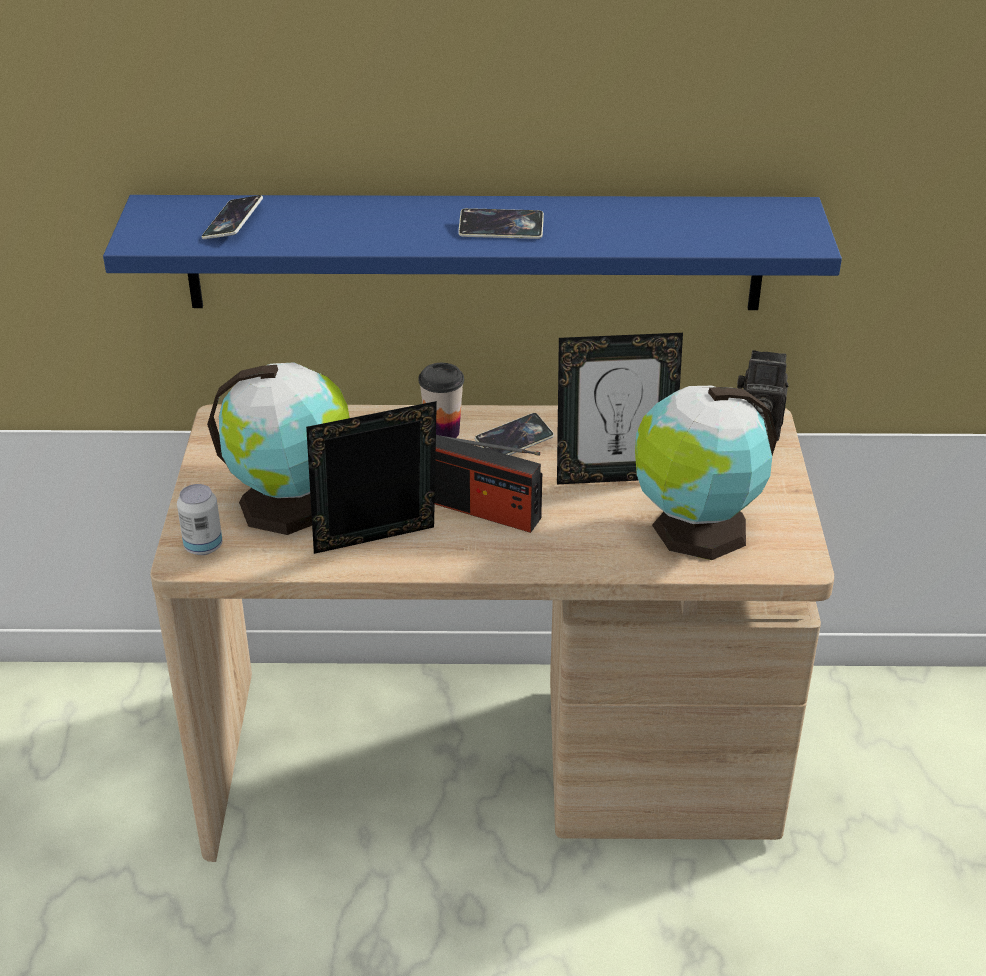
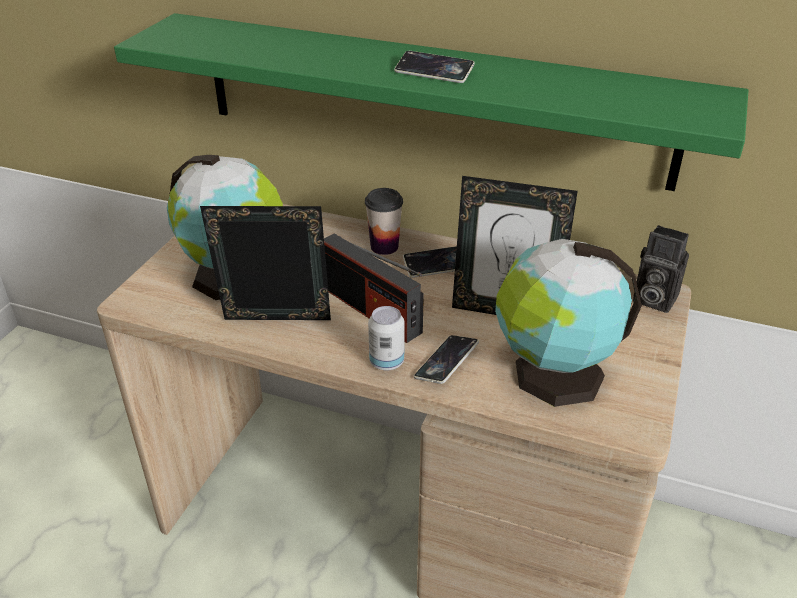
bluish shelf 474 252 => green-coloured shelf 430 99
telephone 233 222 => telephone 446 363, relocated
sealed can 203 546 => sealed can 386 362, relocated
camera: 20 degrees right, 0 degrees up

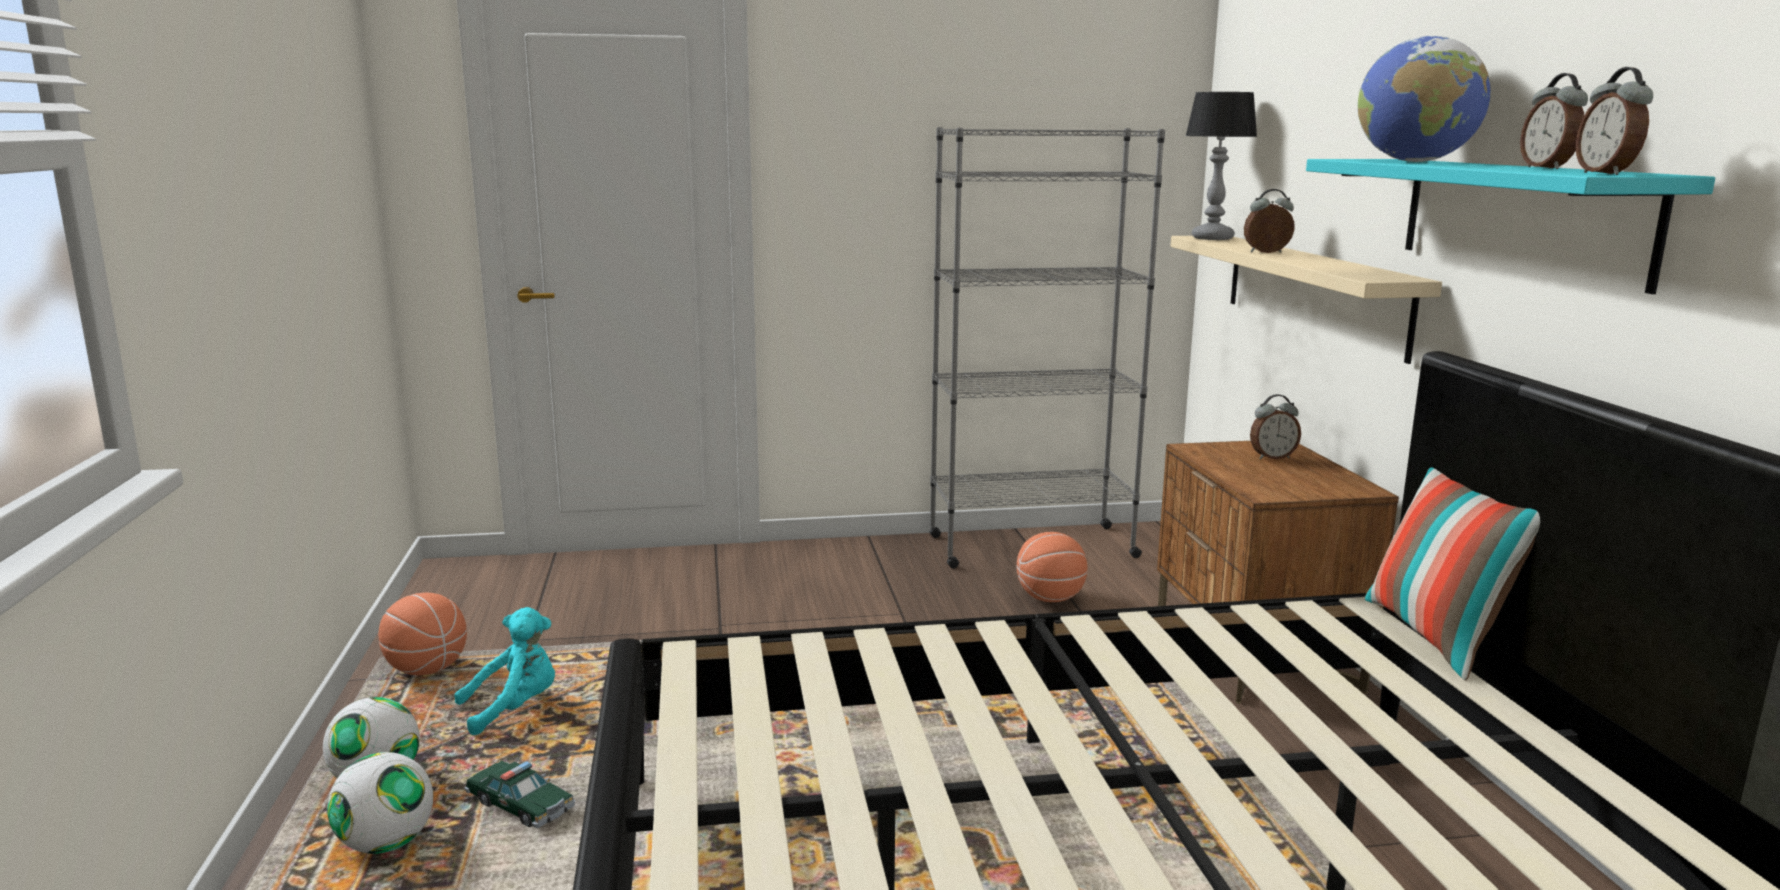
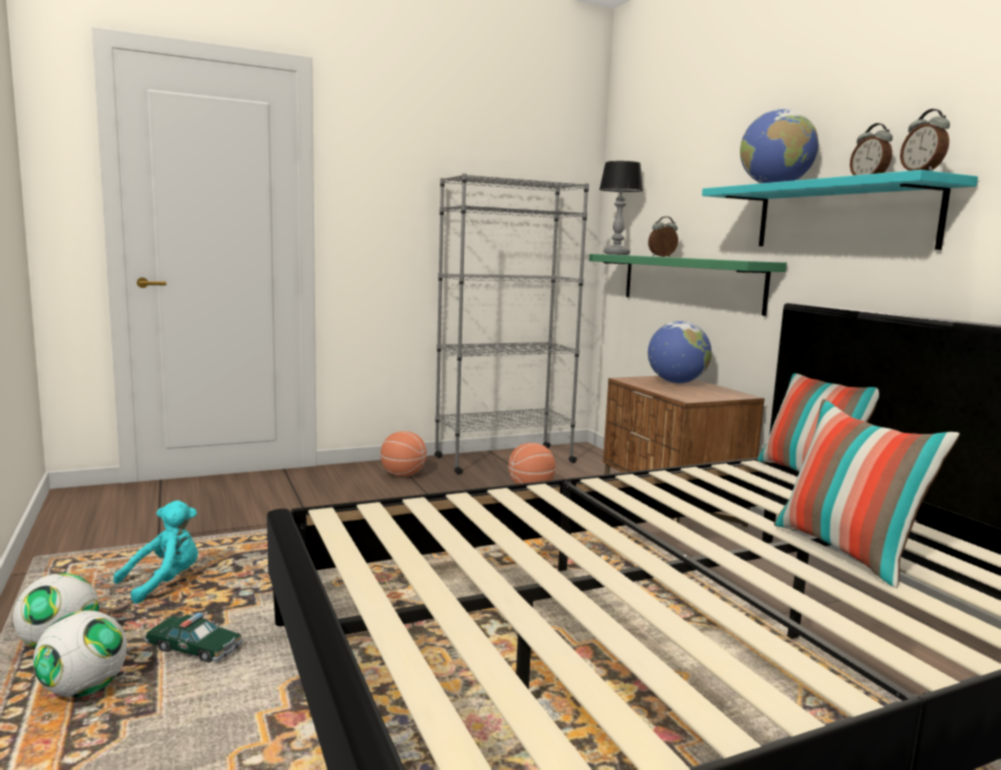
beige shelf 1313 292 => green-coloured shelf 689 281
bedside clock 1272 457 => world globe 676 382
basketball ball 426 669 => basketball ball 403 475, relocated
nothing => pillow 847 552
camera: 15 degrees left, 5 degrees down

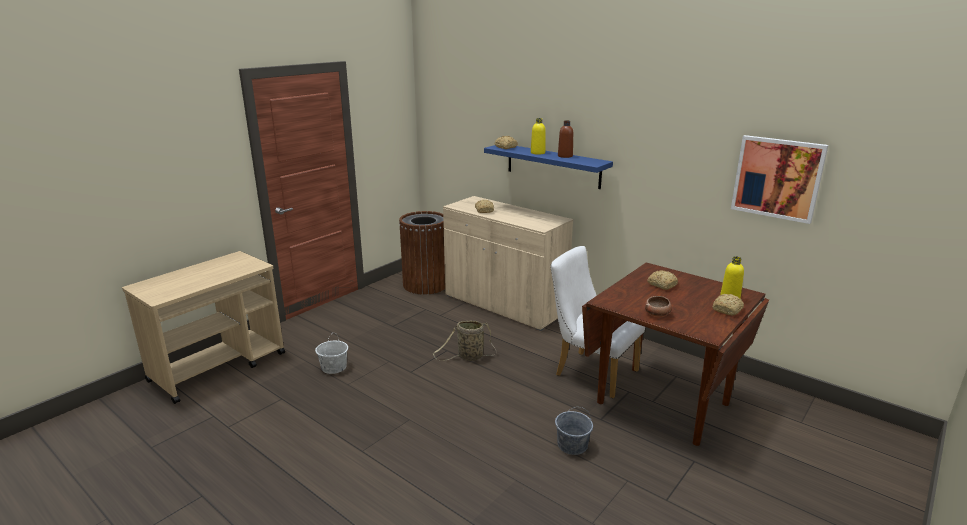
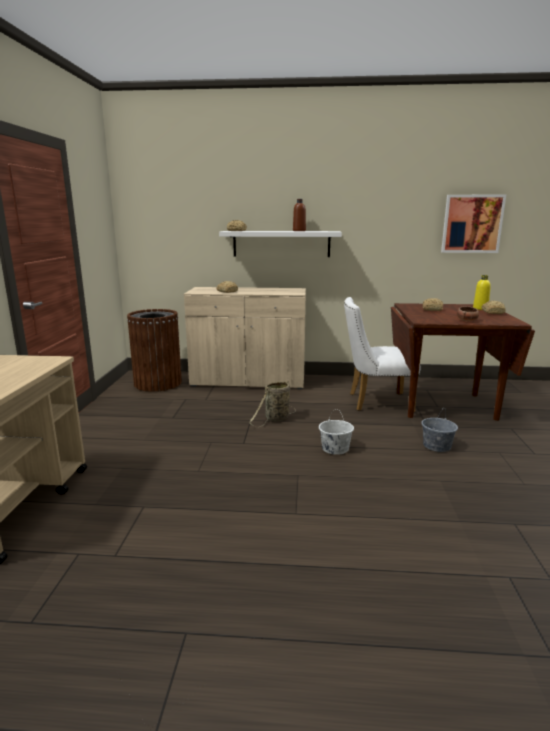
yellow-coloured bottle 537 153 => nothing
bluish shelf 553 165 => white shelf 281 244
white water bucket 334 367 => white water bucket 335 448, relocated
camera: 35 degrees left, 5 degrees down

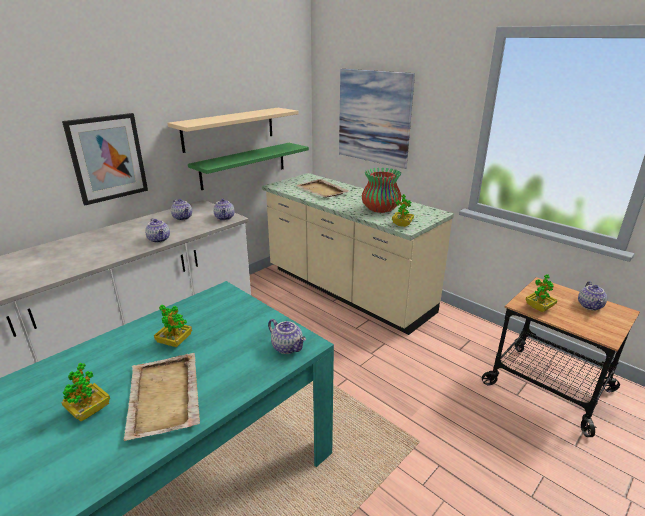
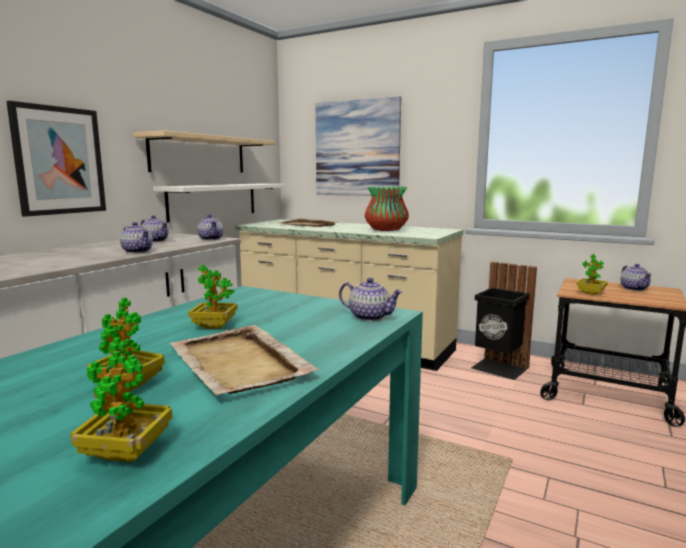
green-coloured shelf 243 165 => white shelf 213 201
potted plant 402 224 => potted plant 126 452, relocated
nothing => black-coloured rubbish bin 499 368
camera: 15 degrees left, 15 degrees down

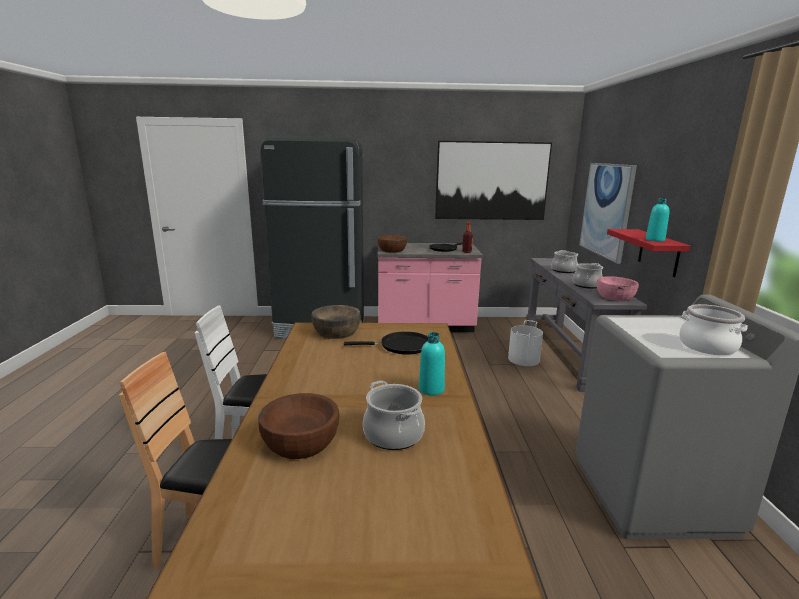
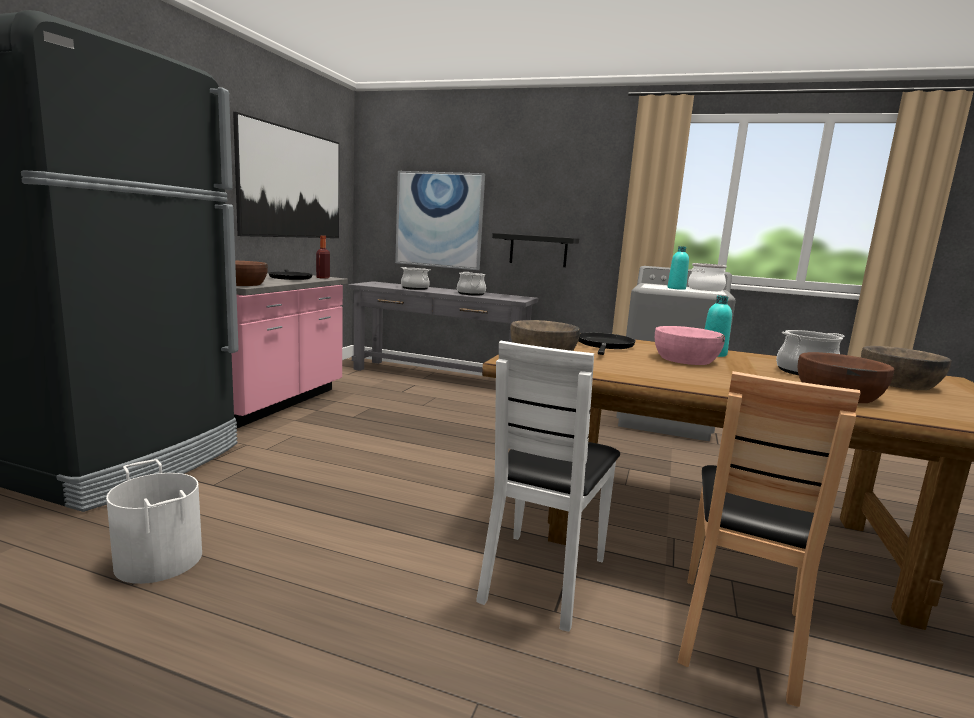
turquoise-coloured bottle 655 240 => turquoise-coloured bottle 676 288, relocated
red shelf 658 252 => black-coloured shelf 538 250
pinkish bowl 615 297 => pinkish bowl 685 359, relocated
white water bucket 524 359 => white water bucket 160 559, relocated
nothing => brownish bowl 898 383
camera: 70 degrees left, 5 degrees down

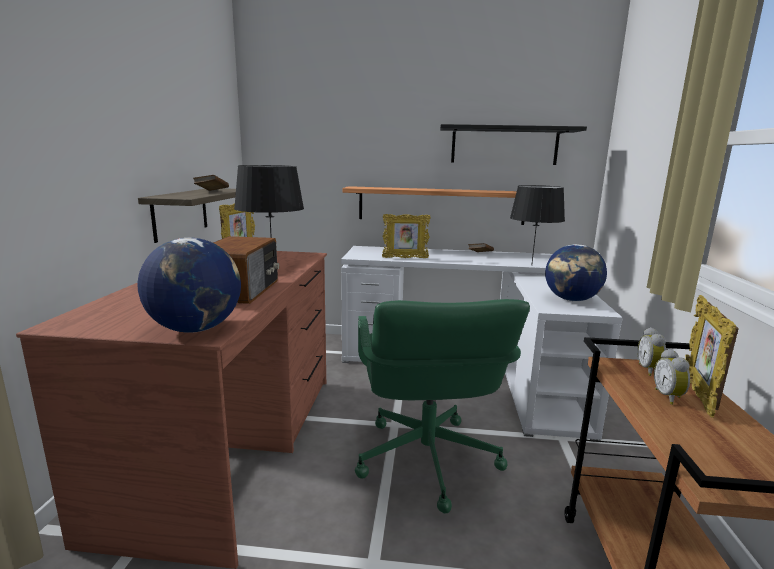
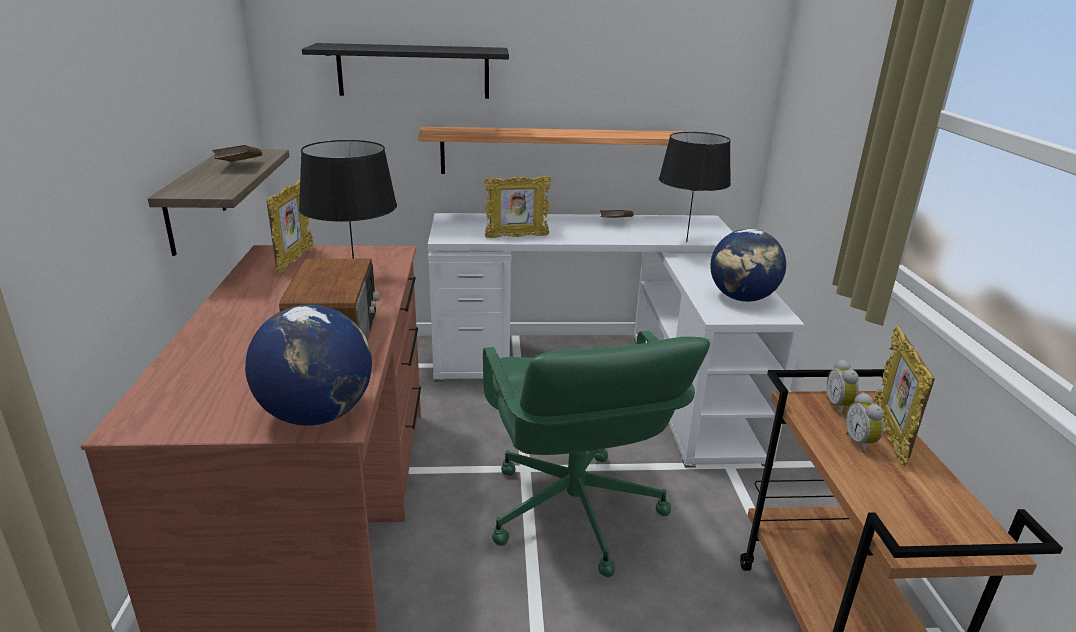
black-coloured shelf 504 146 => black-coloured shelf 413 71, relocated
camera: 10 degrees left, 10 degrees up

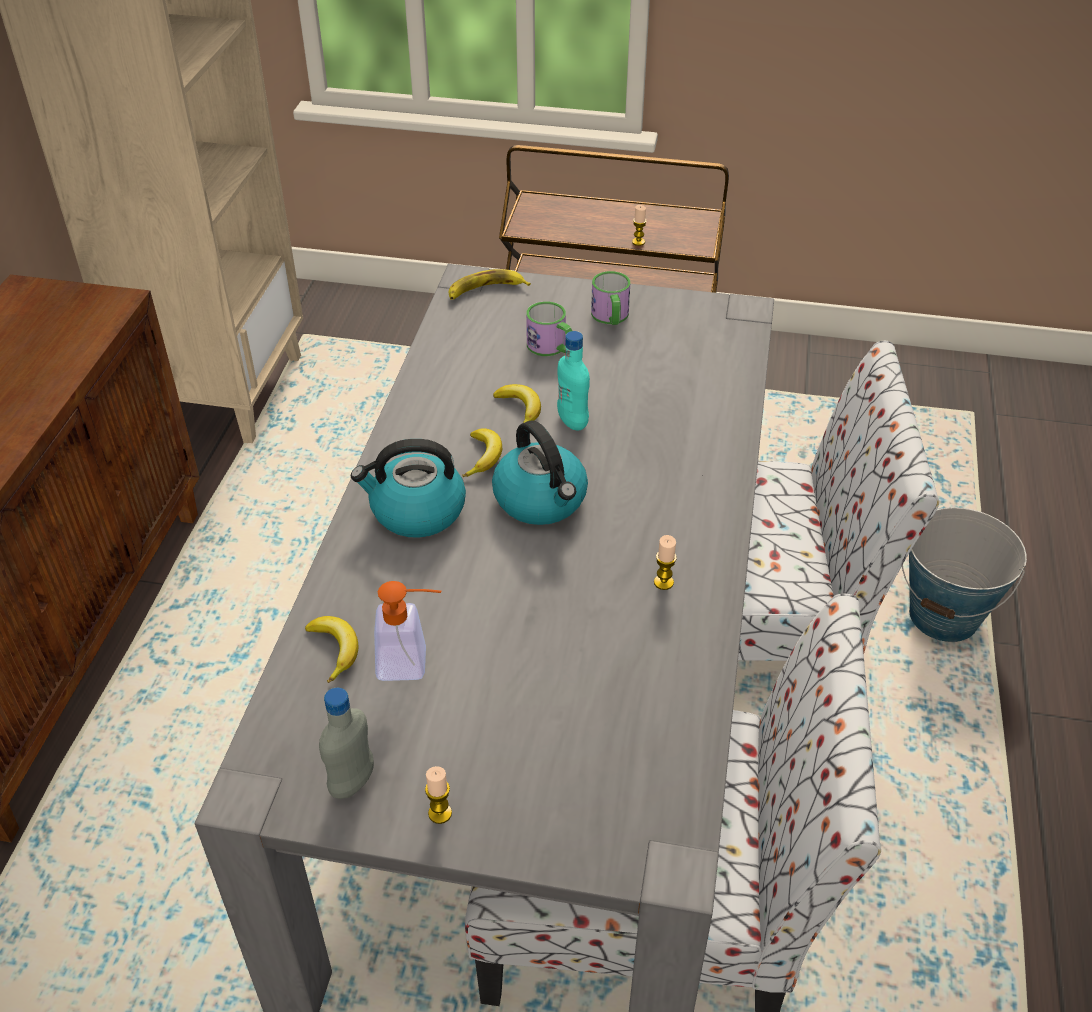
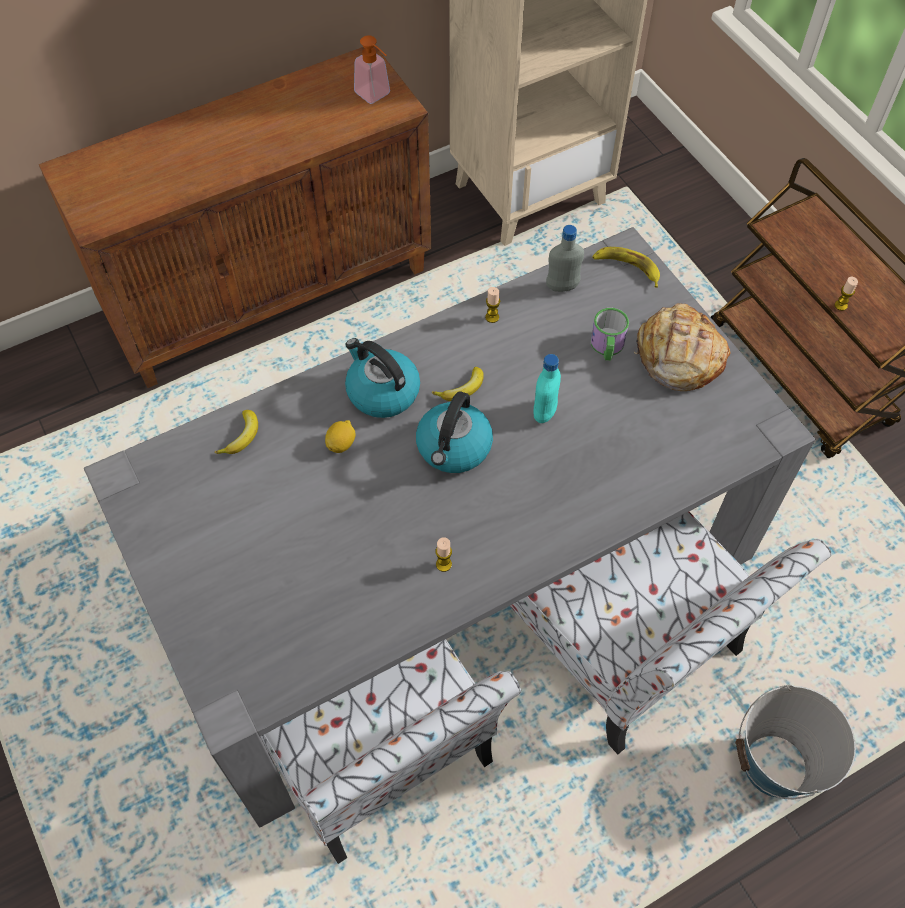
coffee mug 611 317 => baked bread 677 357
banana fruit 520 410 => nothing
soap dispenser 412 663 => soap dispenser 376 96, relocated
greyish bottle 352 782 => greyish bottle 562 287, relocated
candle 440 813 => candle 492 317, relocated
nothing => lemon 341 443
camera: 50 degrees right, 15 degrees up

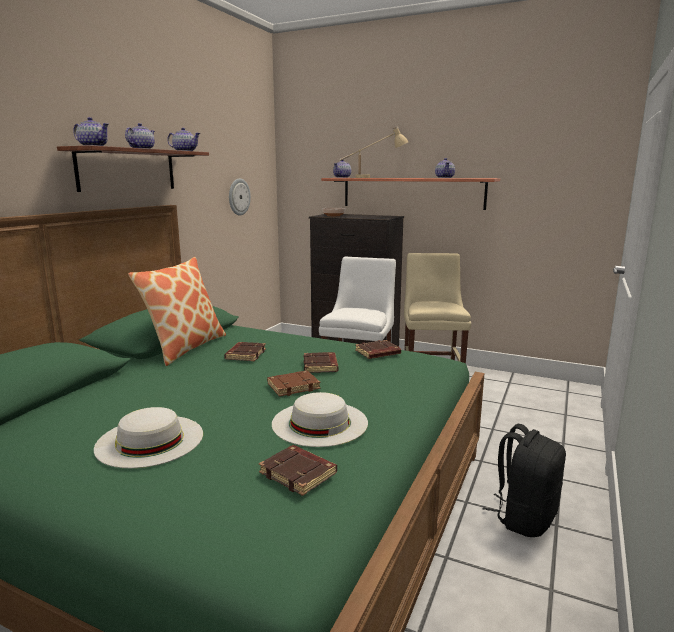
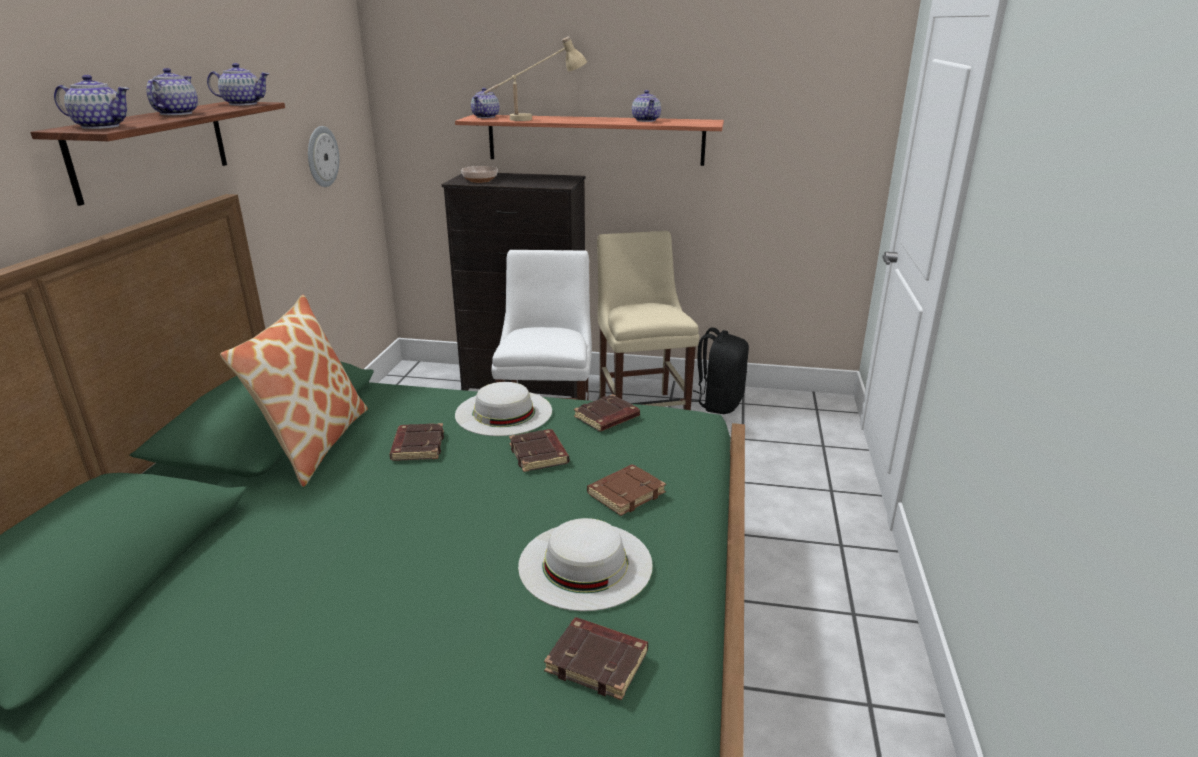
brownish volume 293 386 => brownish volume 626 493, relocated
white clothing hat 150 440 => white clothing hat 503 412, relocated
black-coloured knapsack 524 518 => black-coloured knapsack 719 403, relocated
camera: 15 degrees left, 10 degrees up

